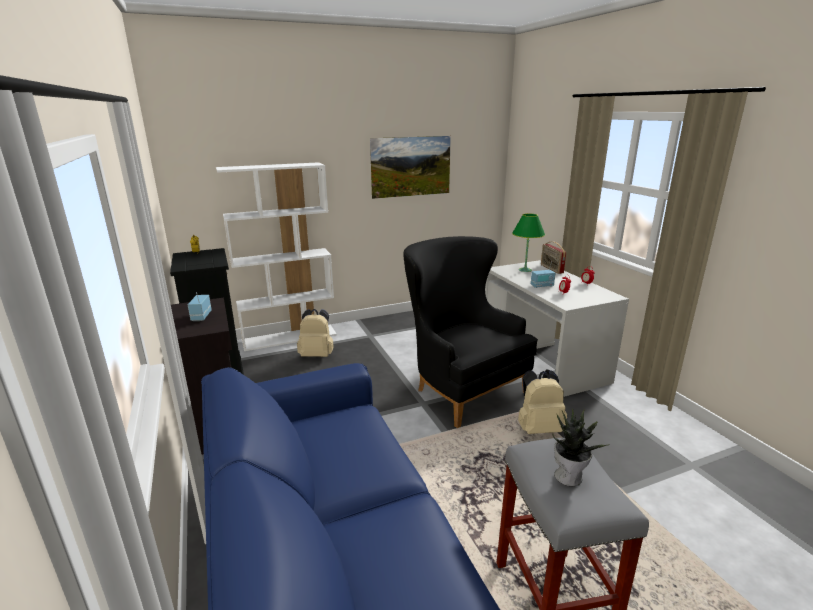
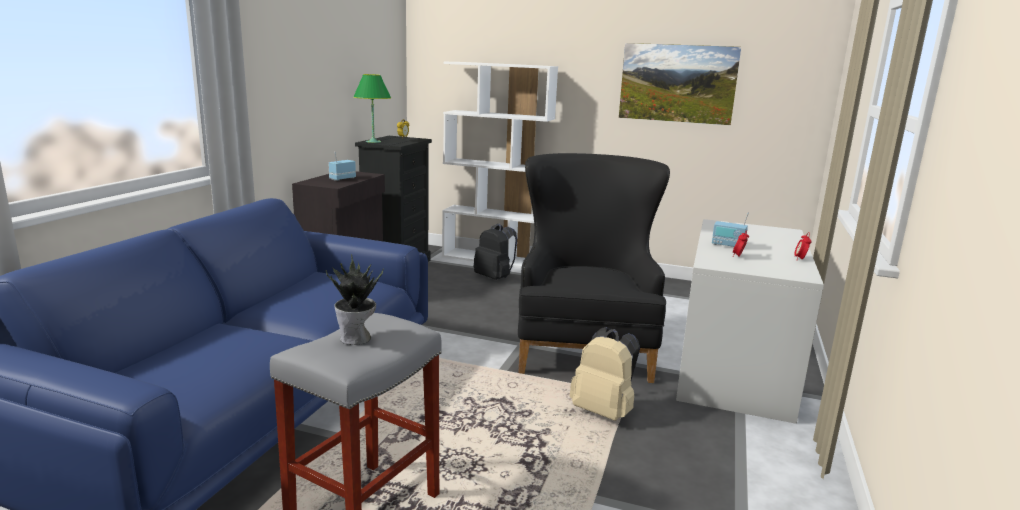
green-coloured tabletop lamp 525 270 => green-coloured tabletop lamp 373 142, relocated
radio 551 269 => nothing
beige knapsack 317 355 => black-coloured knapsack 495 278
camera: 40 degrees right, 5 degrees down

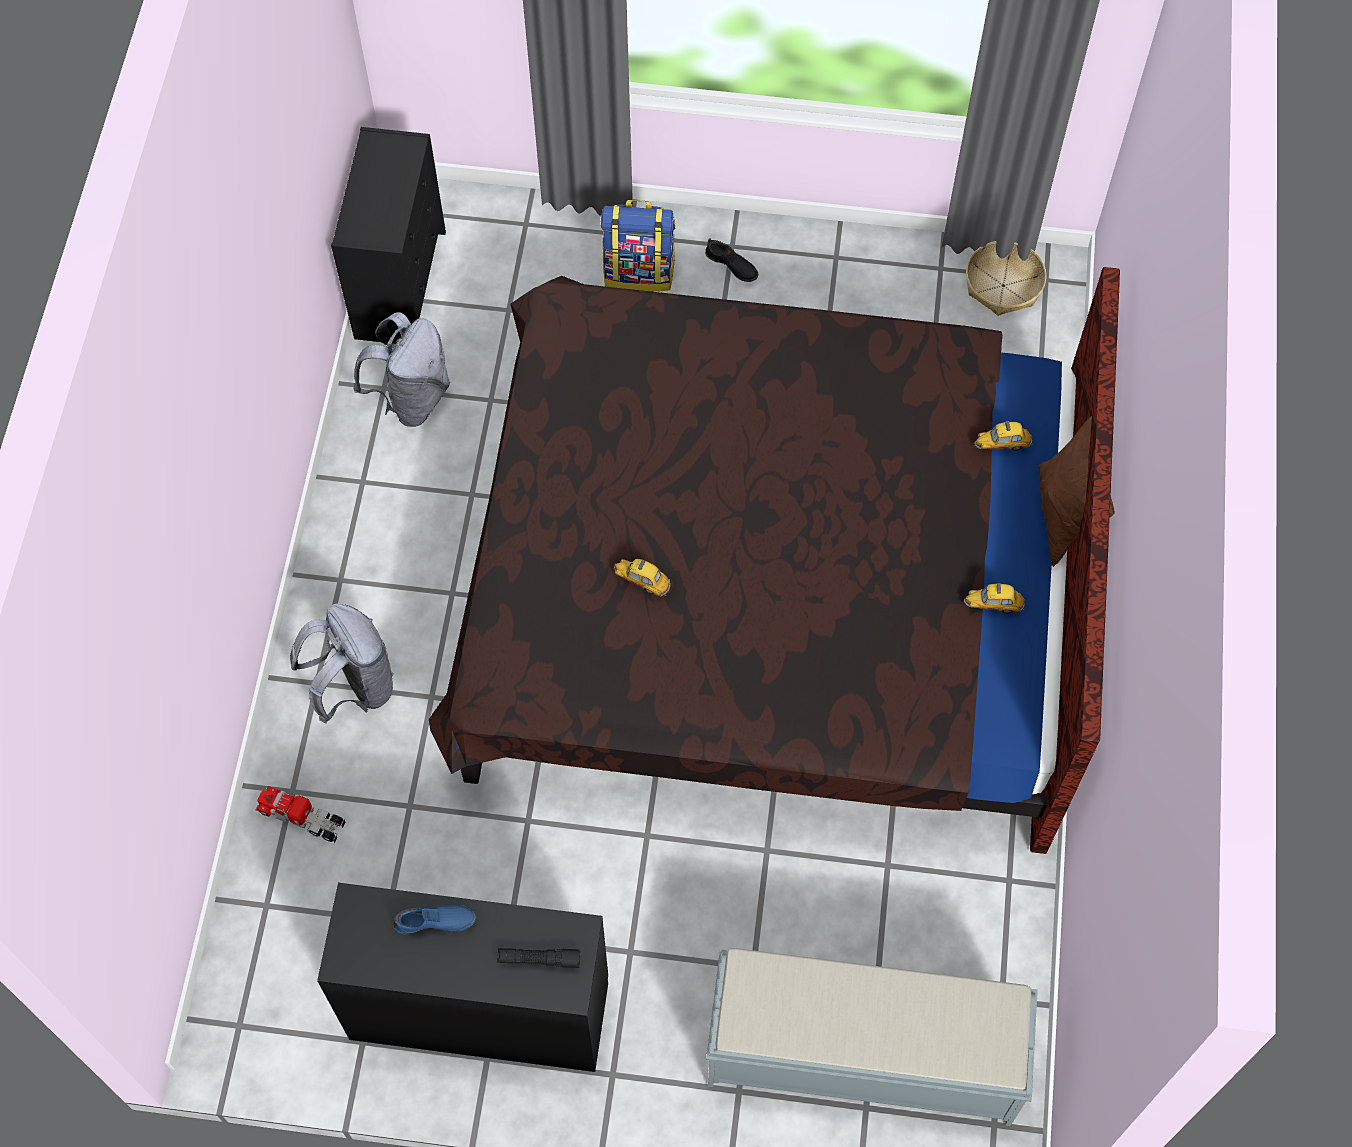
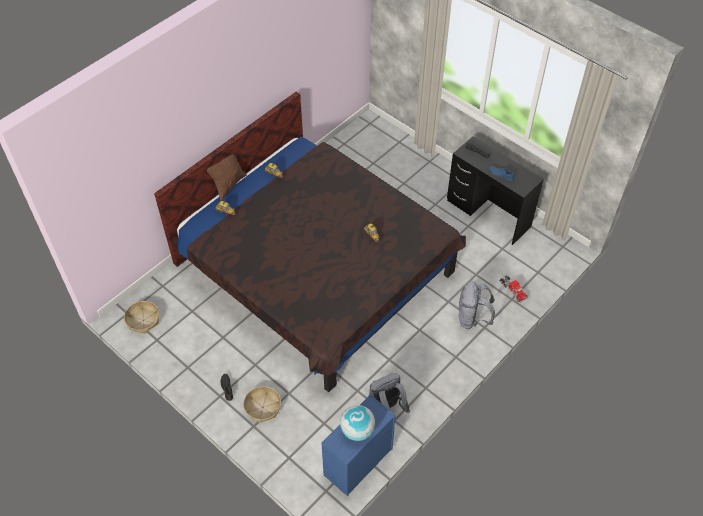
black-coloured chest of drawers 400 283 => bluish chest of drawers 357 462
knapsack 639 272 => storage basket 262 407
greyish indoor bench 860 1055 => nothing
nothing => world globe 357 430
camera: 145 degrees left, 10 degrees down

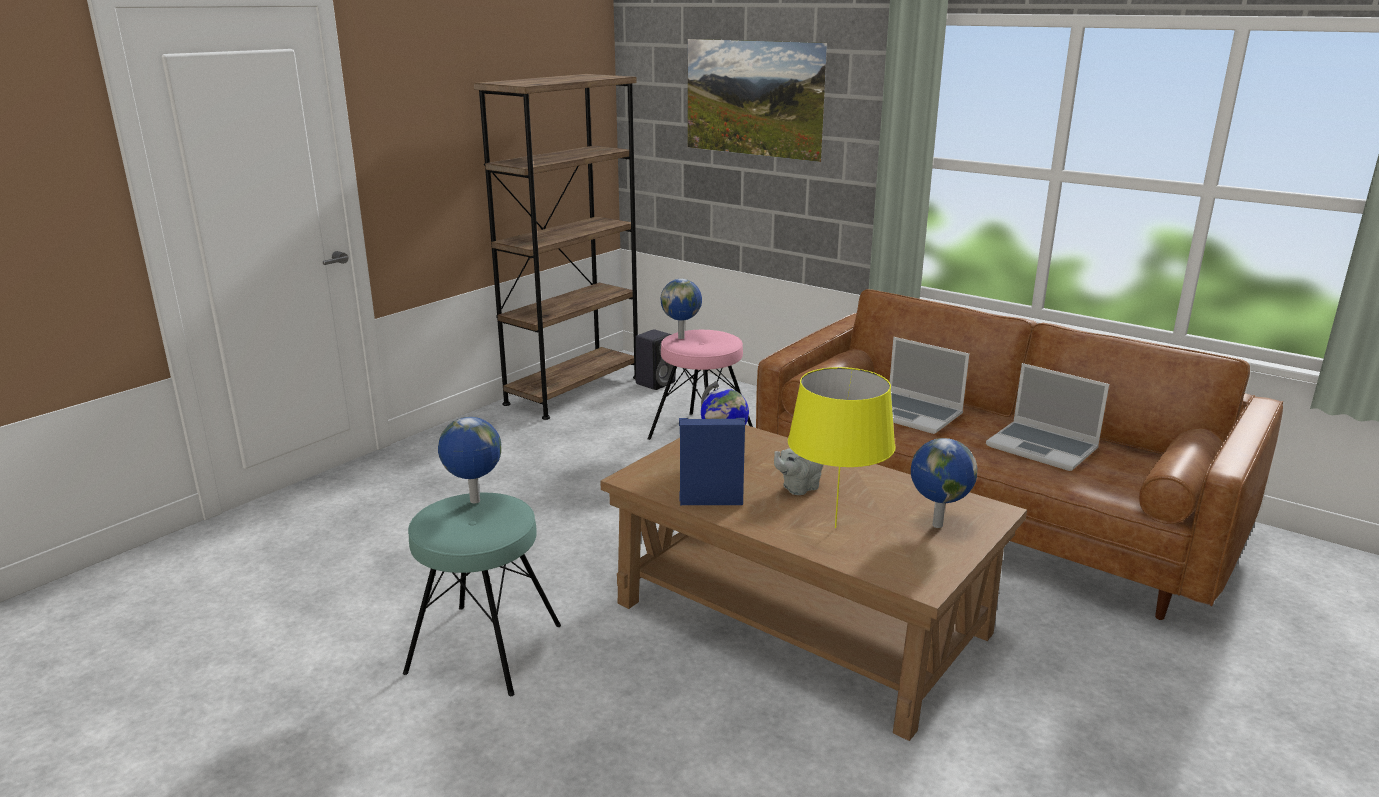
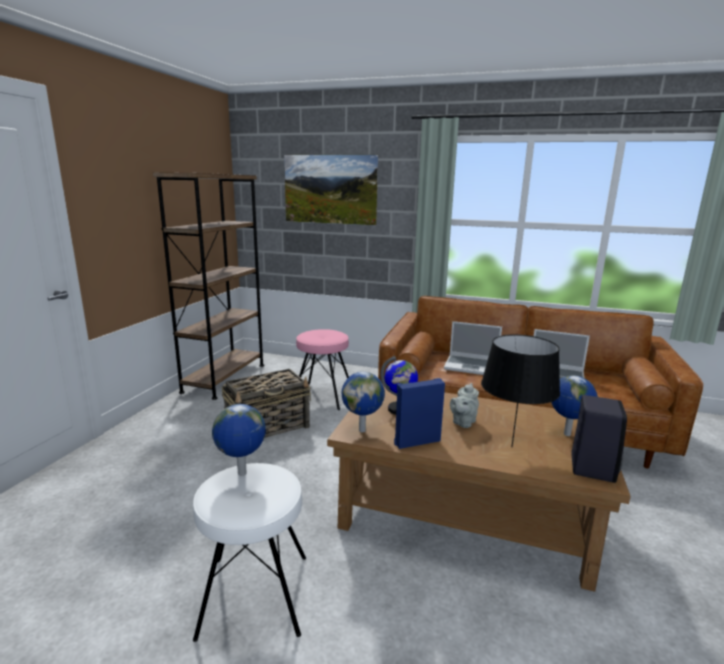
world globe 682 337 => world globe 363 430, relocated
black-coloured loudspeaker 656 382 => black-coloured loudspeaker 591 467, relocated
yellow-coloured tabletop lamp 836 527 => black-coloured tabletop lamp 512 447
turquoise-coloured stool 485 648 => white stool 255 594
nothing => storage basket 269 426
camera: 20 degrees left, 5 degrees down

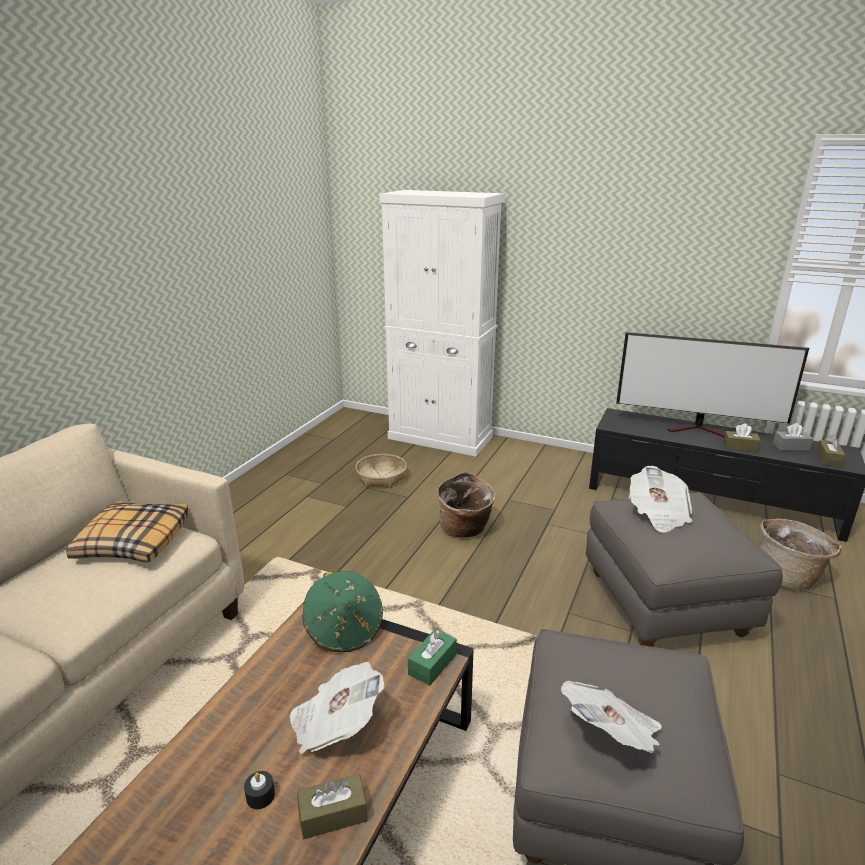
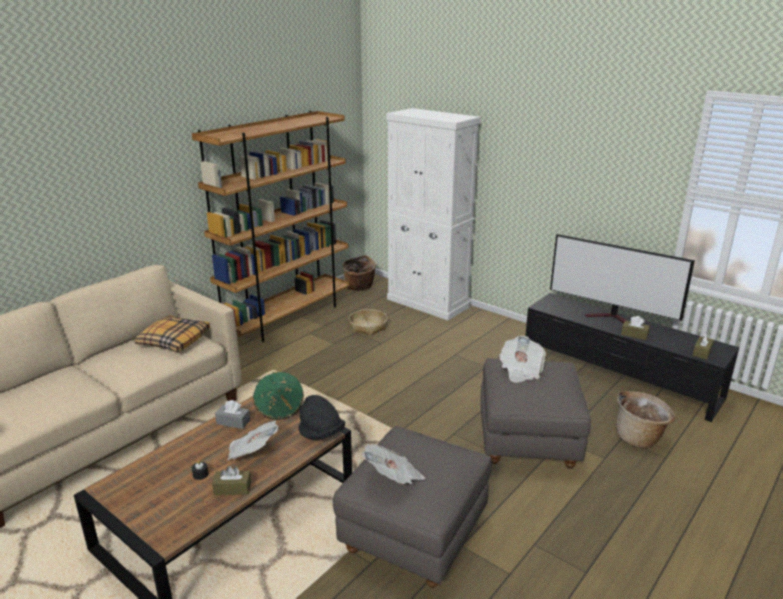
greyish tissue box 791 446 => greyish tissue box 233 422, relocated
storage basket 465 529 => storage basket 359 288, relocated
green-coloured tissue box 432 664 => black-coloured clothing hat 321 434
nothing => brownish shelving unit 287 317
camera: 15 degrees right, 0 degrees up

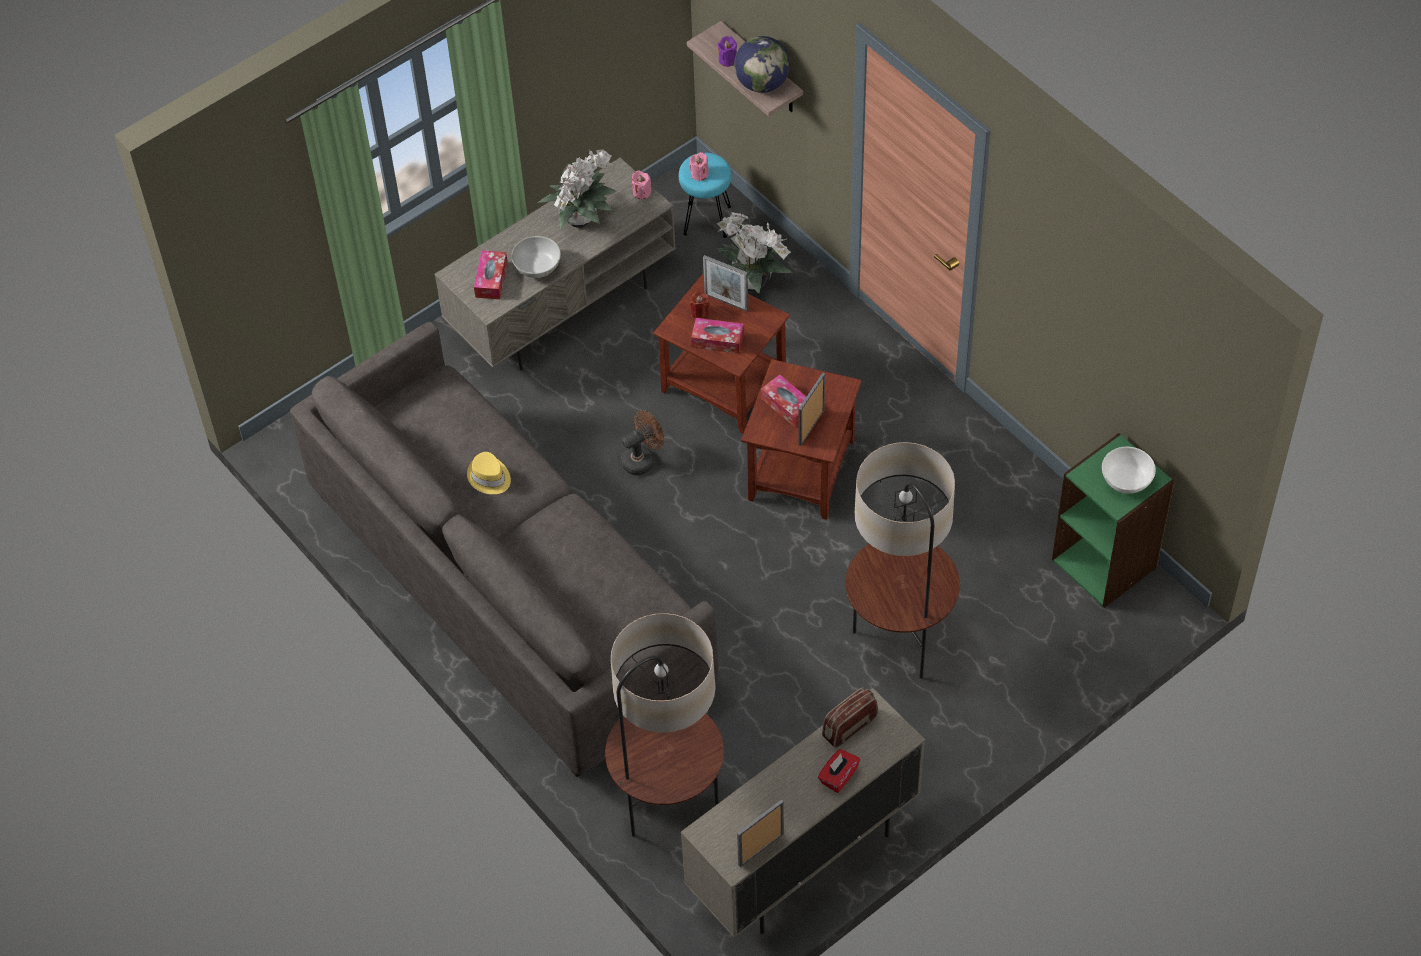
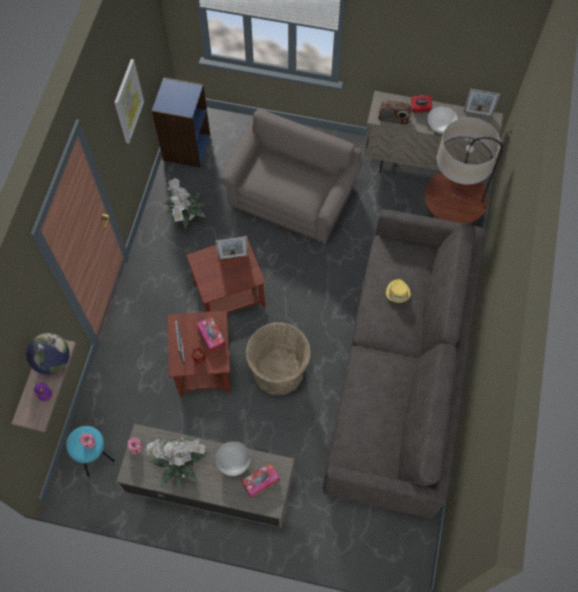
potted plant 750 282 => potted plant 185 218, relocated
tissue box 787 405 => nothing
brownish cooling fan 642 459 => storage basket 278 371
green-coloured shelving unit 1105 563 => bluish shelving unit 186 147
floor lamp 899 644 => greyish armchair 292 197
white bowl 1126 482 => white bowl 440 126, relocated
yellow-coloured clothing hat 489 477 => yellow-coloured clothing hat 398 292, relocated
nothing => wall art 128 101
camera: 130 degrees left, 10 degrees up

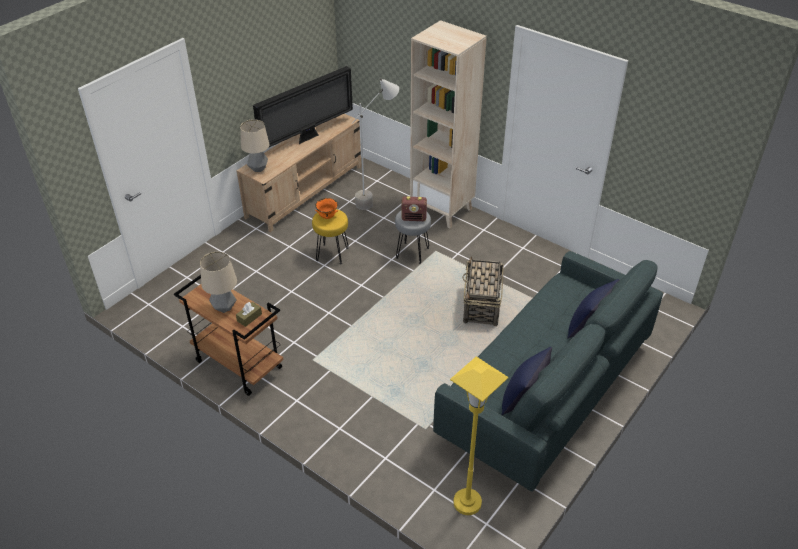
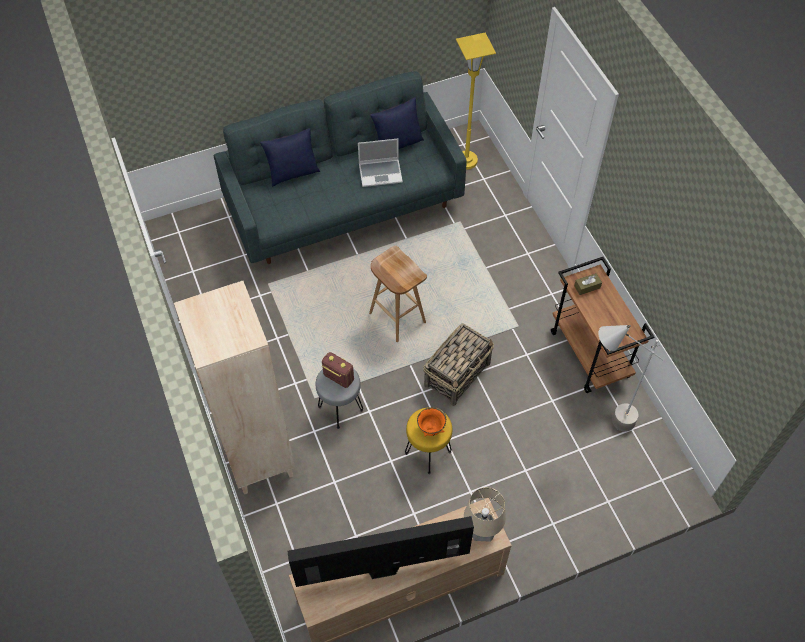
greyish floor lamp 377 200 => greyish floor lamp 603 421, relocated
tabletop lamp 224 308 => nothing
storage basket 481 306 => storage basket 457 374, relocated
nothing => portable computer 381 173
nothing => brownish stool 396 317
camera: 150 degrees left, 15 degrees up

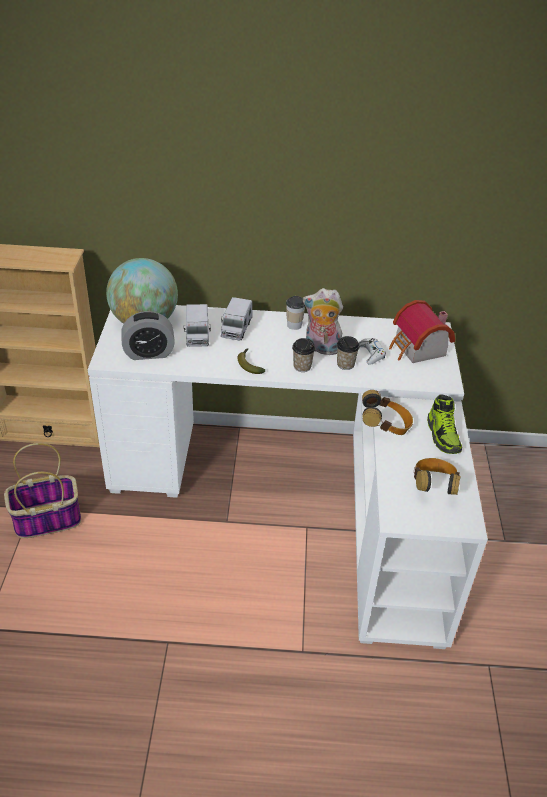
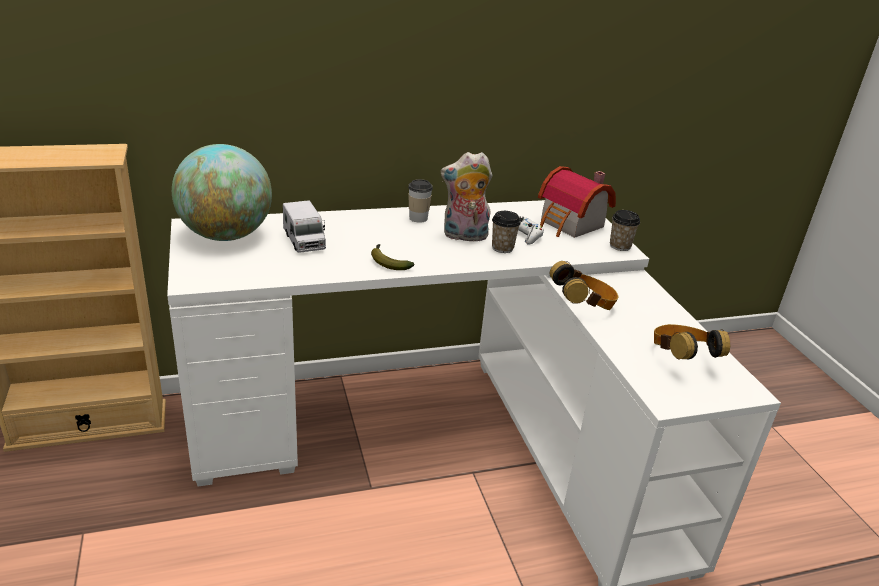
model truck 236 328 => nothing
bedside clock 149 353 => nothing
small cup 302 367 => small cup 620 246, relocated
item of footwear 443 436 => nothing
storage basket 46 520 => nothing
camera: 20 degrees left, 10 degrees down

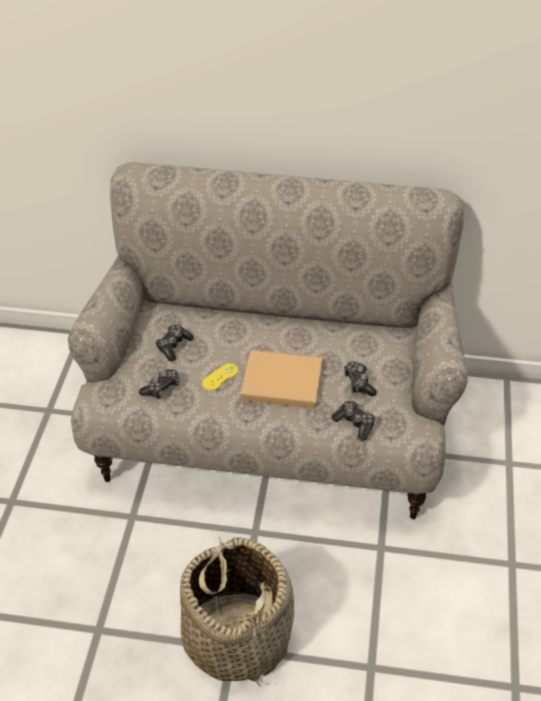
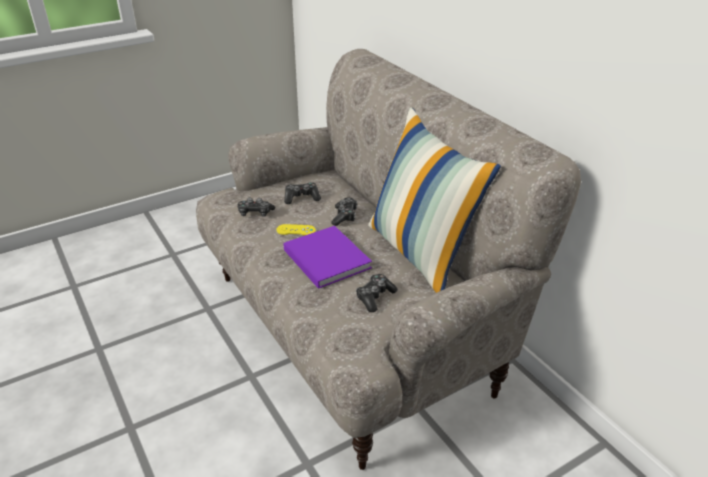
beige volume 279 381 => purplish volume 325 257
game controller 355 424 => game controller 344 216, relocated
storage basket 236 637 => nothing
nothing => pillow 421 253
camera: 50 degrees right, 10 degrees down

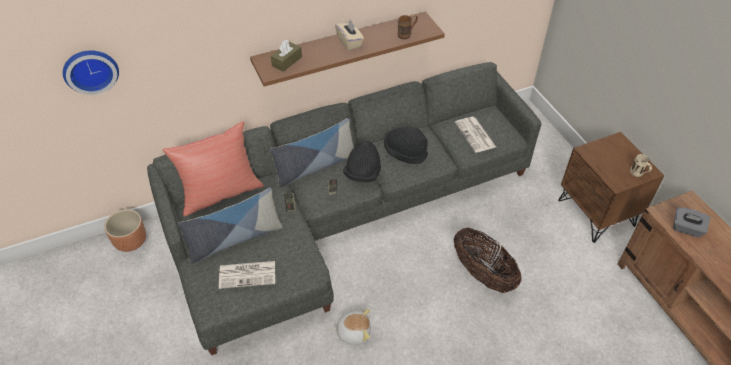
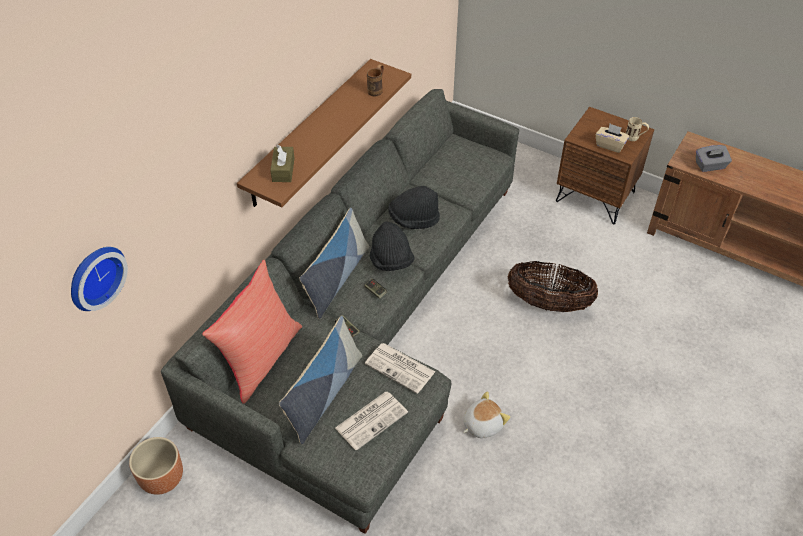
beige tissue box 349 42 => beige tissue box 610 145, relocated
printed paper 475 135 => printed paper 401 368, relocated
camera: 35 degrees left, 0 degrees up

